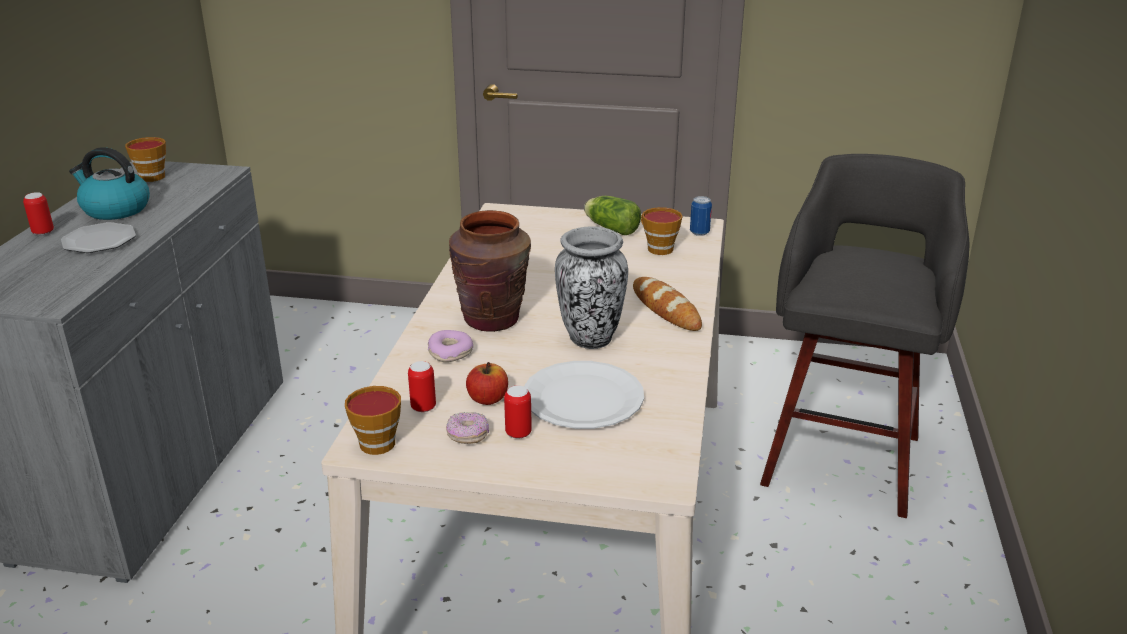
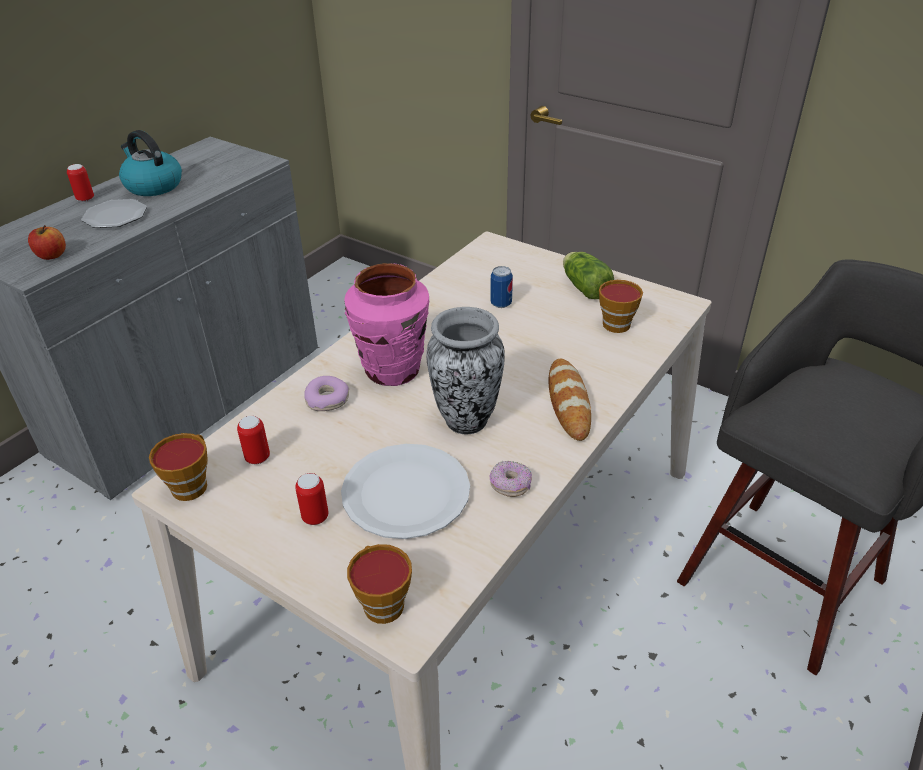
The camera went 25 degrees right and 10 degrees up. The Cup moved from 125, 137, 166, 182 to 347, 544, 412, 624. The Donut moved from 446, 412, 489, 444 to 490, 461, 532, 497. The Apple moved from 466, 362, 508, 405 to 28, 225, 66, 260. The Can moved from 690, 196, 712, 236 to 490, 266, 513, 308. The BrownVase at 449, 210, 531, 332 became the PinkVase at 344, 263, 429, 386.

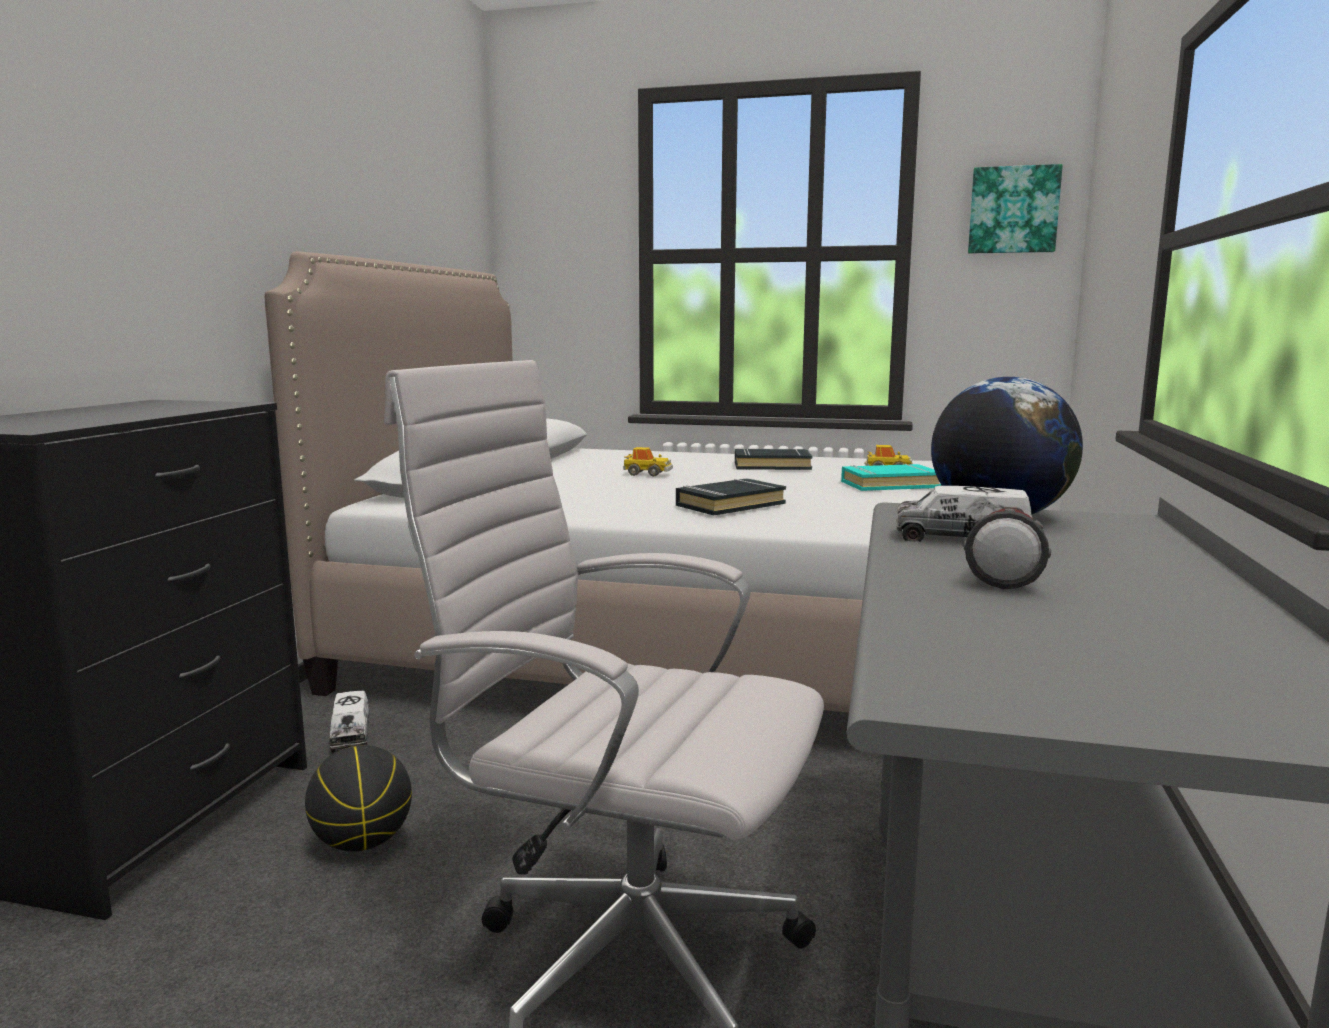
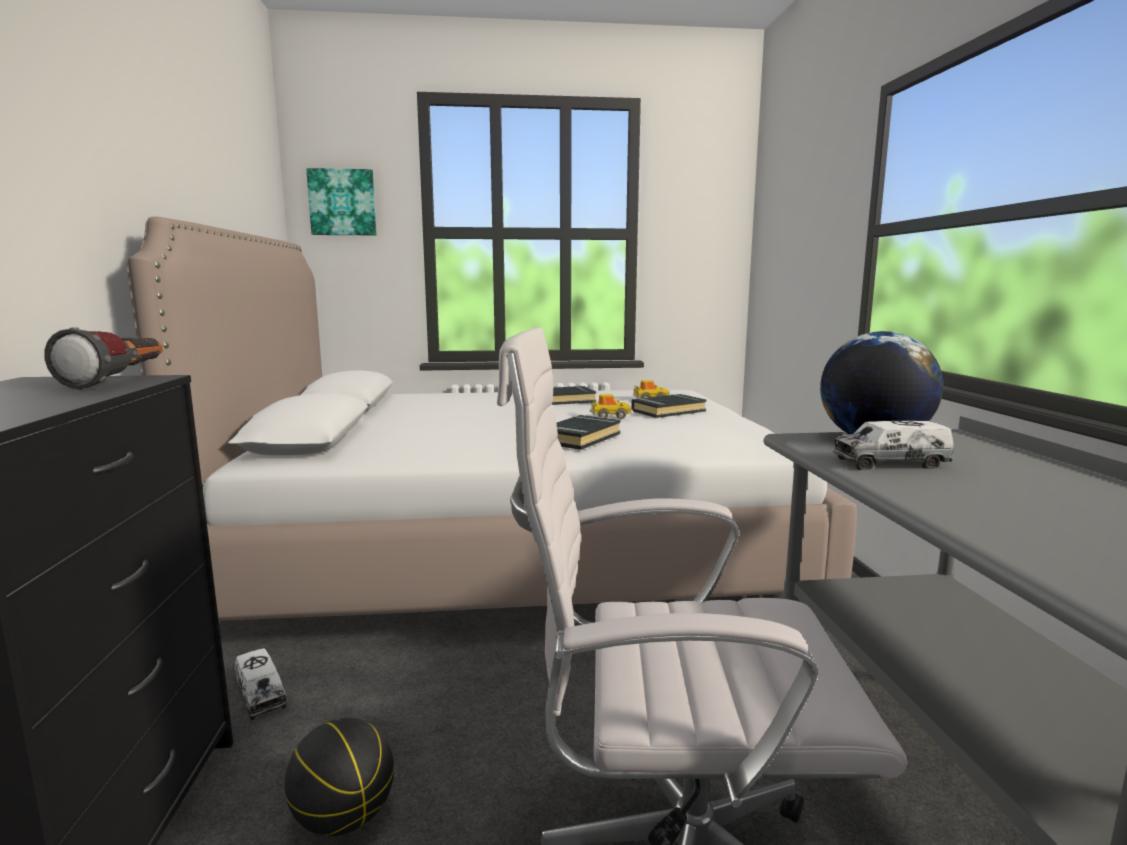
The camera went 20 degrees left and 0 degrees up. The ToyCar moved from 623, 447, 673, 477 to 590, 394, 633, 419. The Flashlight moved from 964, 507, 1051, 589 to 44, 327, 163, 390. The Picture moved from 968, 164, 1063, 254 to 306, 168, 377, 236. The TurquoiseBook at 841, 464, 941, 491 became the BlackBook at 631, 394, 707, 418.

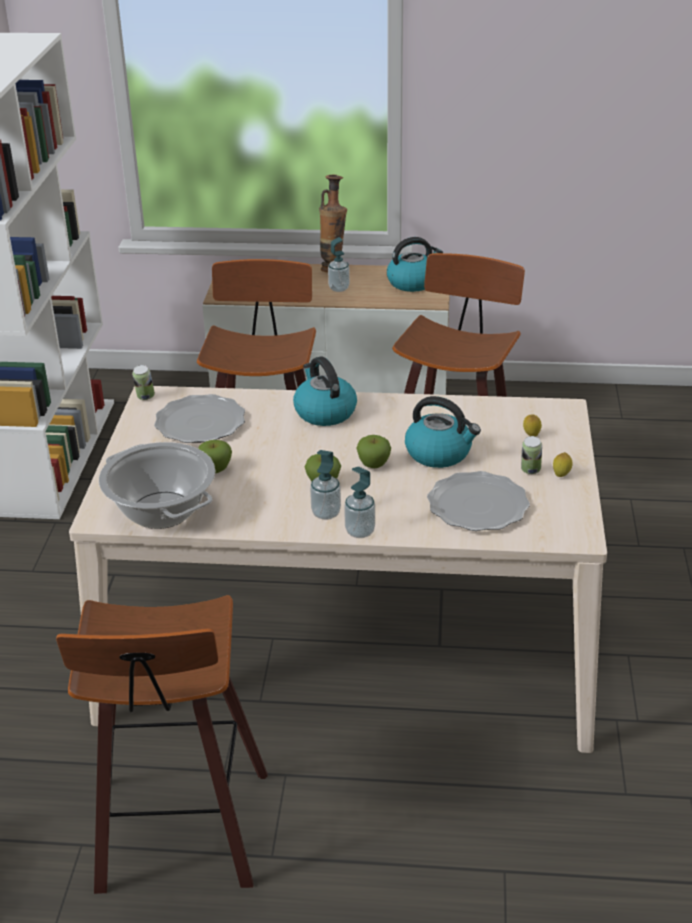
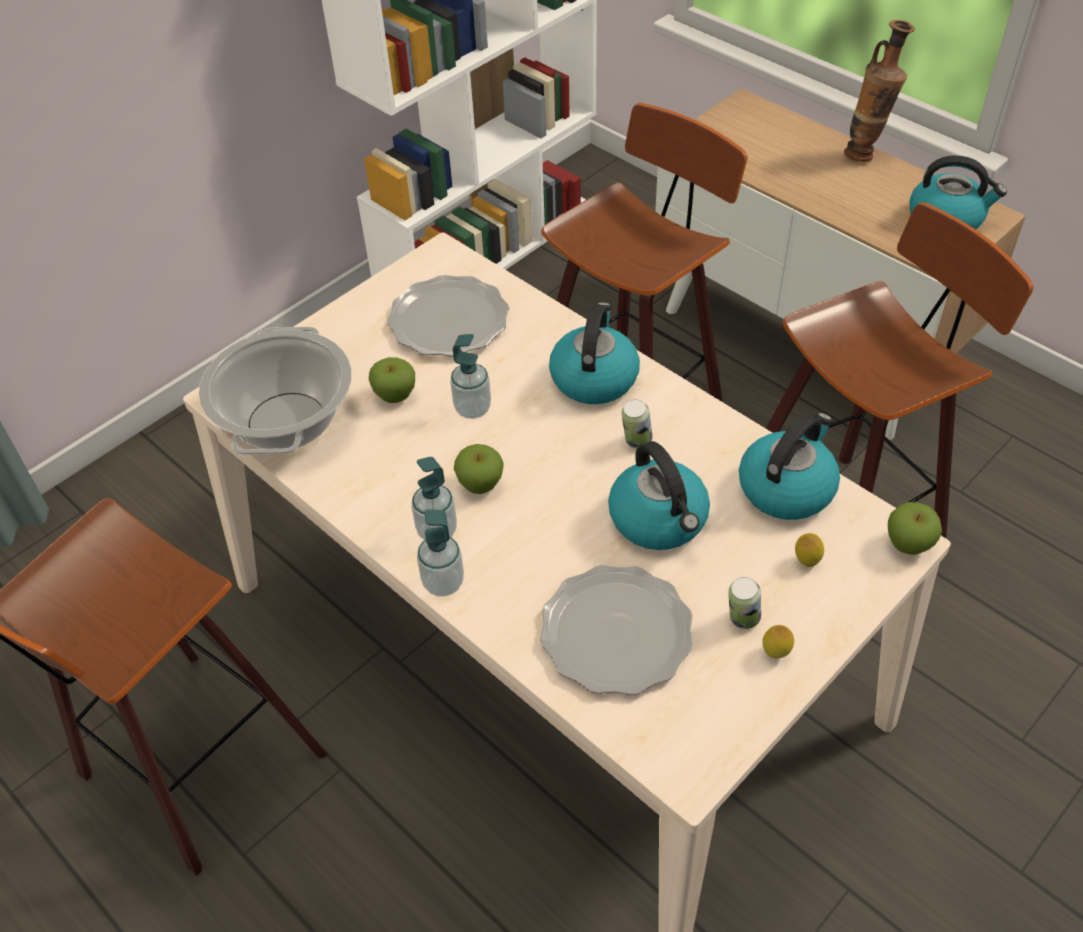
The camera went 40 degrees right and 15 degrees up. The Kettle at 739, 413, 840, 520 appeared. The Can moved from 132, 365, 155, 400 to 622, 399, 652, 448. The SoapDispenser moved from 328, 237, 350, 292 to 450, 334, 491, 419. The Apple moved from 357, 435, 391, 468 to 888, 502, 942, 555.

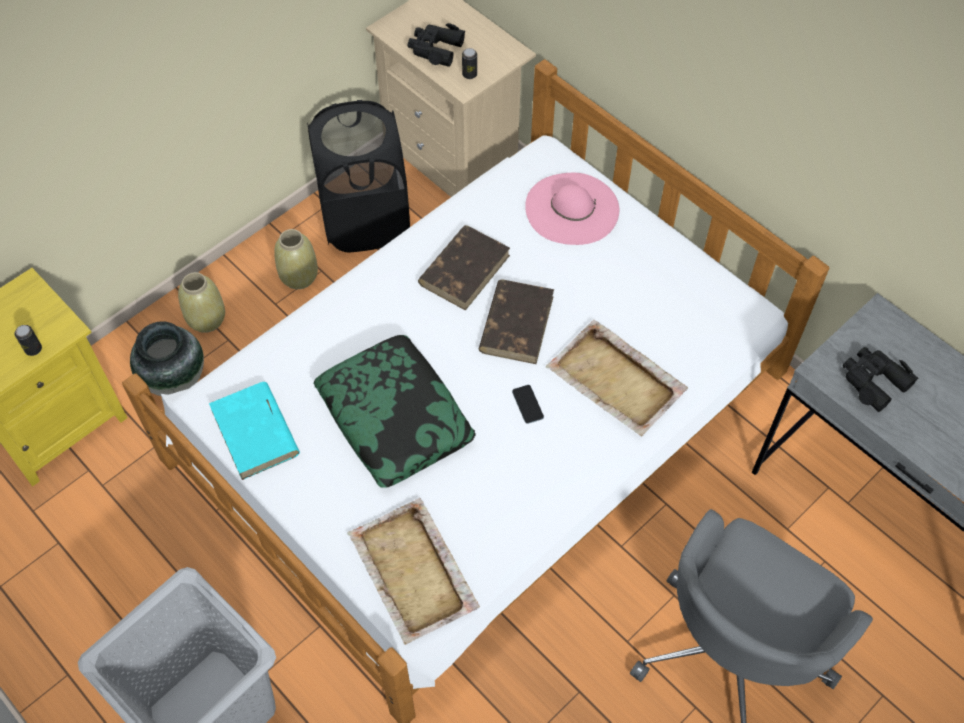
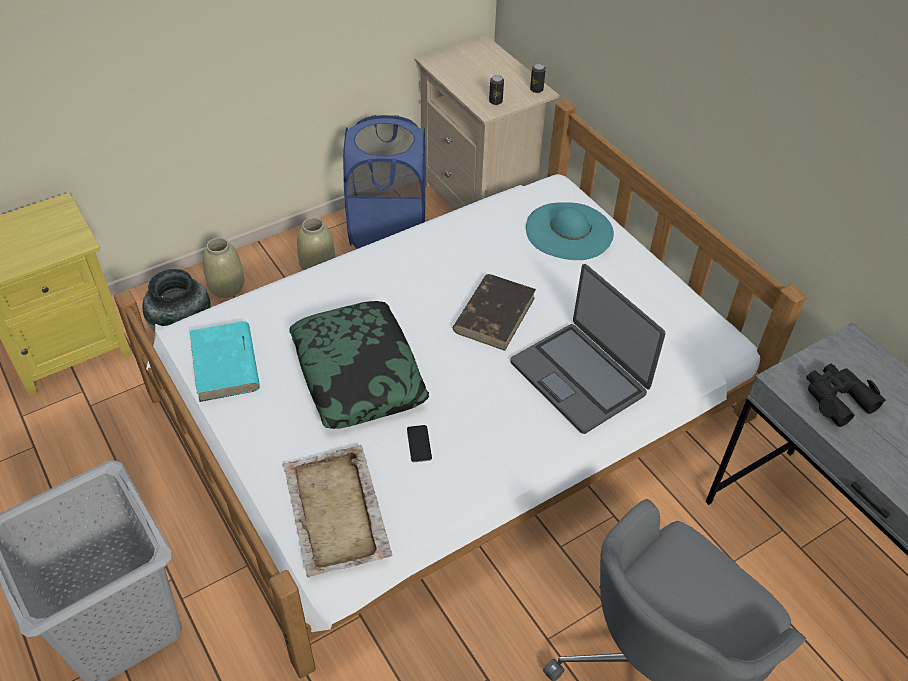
The camera went 10 degrees right and 10 degrees down. The BlackBinoculars at 407, 23, 465, 67 disappeared. The BrownBook at 418, 225, 510, 311 disappeared. The Can moved from 14, 325, 42, 356 to 530, 63, 546, 93. The Phone moved from 512, 385, 544, 424 to 407, 425, 432, 462. The BeigeTray at 546, 320, 688, 436 was replaced by the Laptop at 510, 264, 666, 434. The BlackLaundryBasket at 307, 100, 410, 252 became the BlueLaundryBasket at 343, 115, 426, 249. The PinkHat at 525, 173, 619, 245 became the TurquoiseHat at 526, 202, 614, 260.

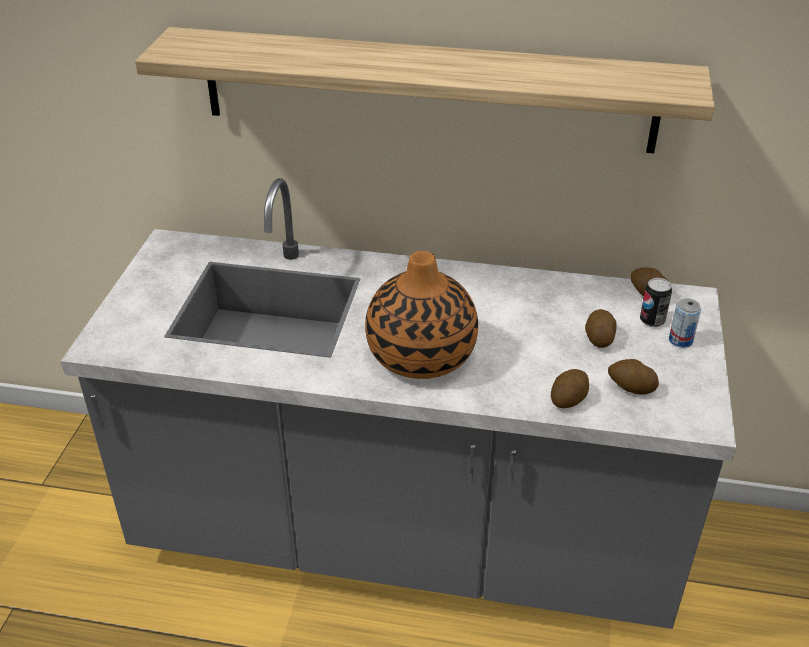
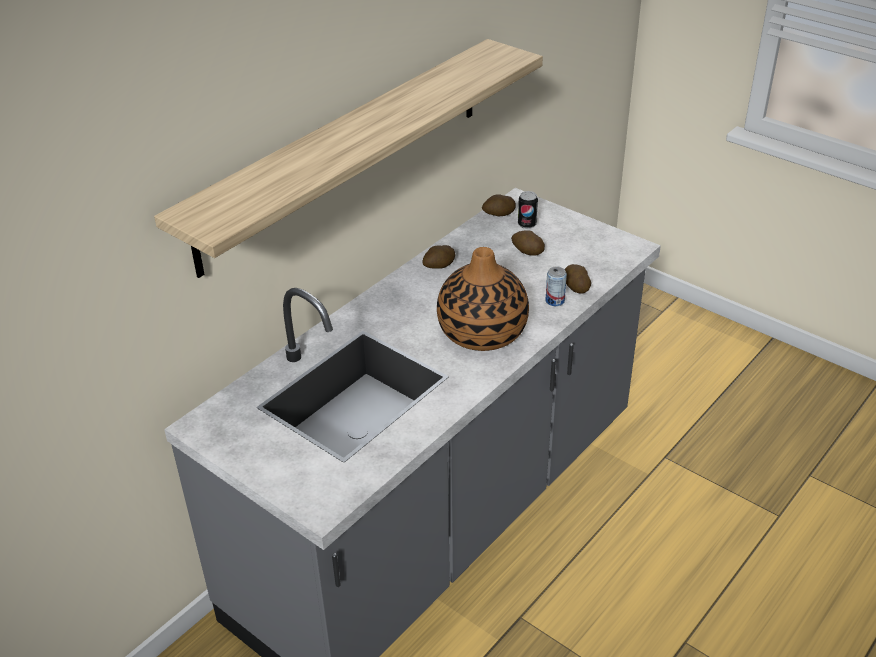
The camera went 60 degrees left and 0 degrees up. The Potato moved from 608, 359, 659, 395 to 423, 245, 455, 269. The Can moved from 669, 298, 701, 348 to 546, 266, 567, 306.

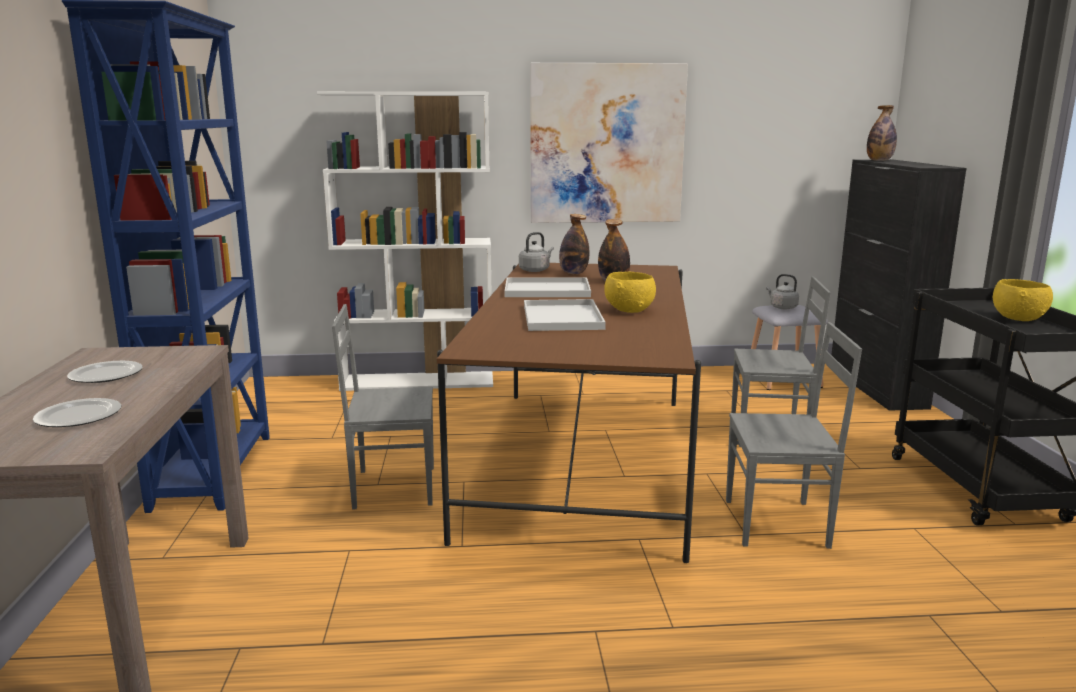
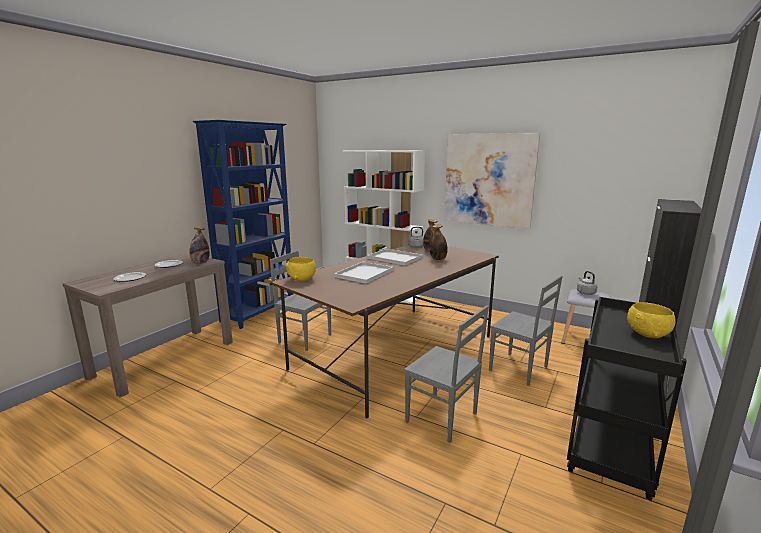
The camera went 35 degrees right and 0 degrees up. The YellowBowl moved from 604, 272, 656, 313 to 285, 257, 316, 281. The Bottle moved from 867, 105, 897, 161 to 190, 227, 210, 264.

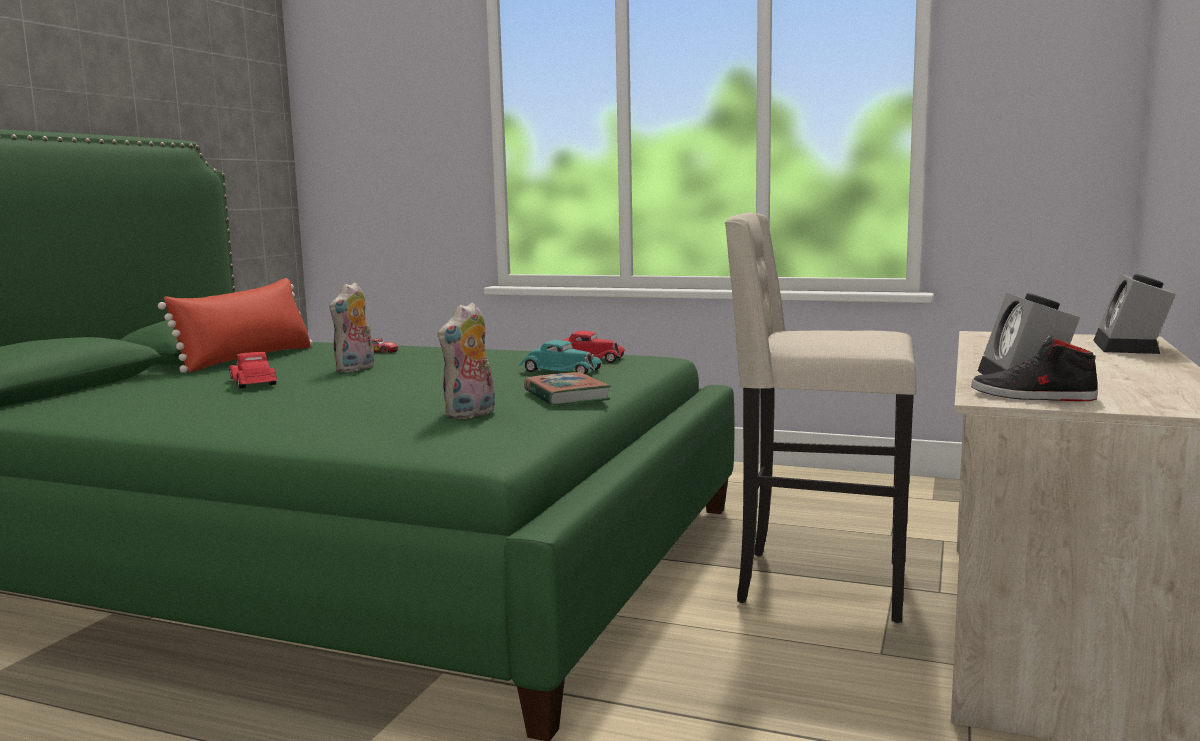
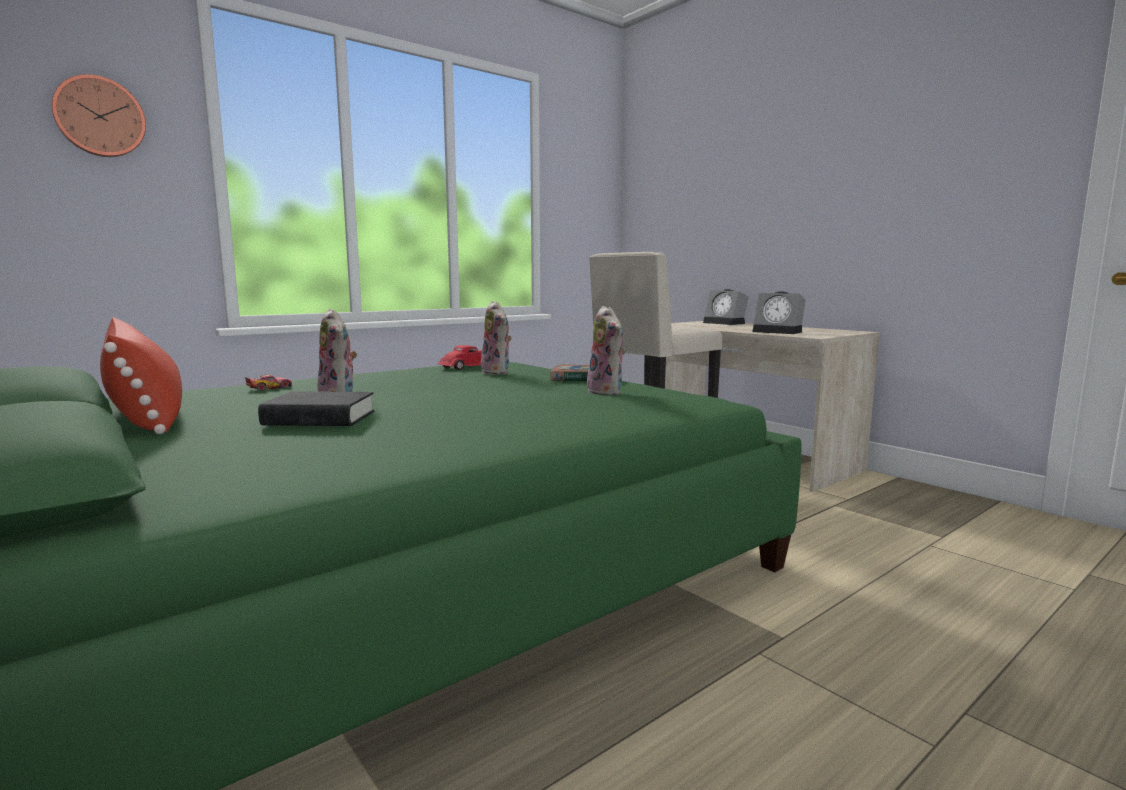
The camera went 60 degrees left and 0 degrees up. The BlackShoe at 971, 334, 1098, 401 disappeared. The WallClock at 52, 74, 146, 157 appeared. The RedToyCar at 229, 352, 277, 389 was replaced by the BlackBook at 258, 391, 374, 426. The TurquoiseToyCar at 518, 340, 602, 374 was replaced by the PlushToy at 481, 301, 512, 375.

